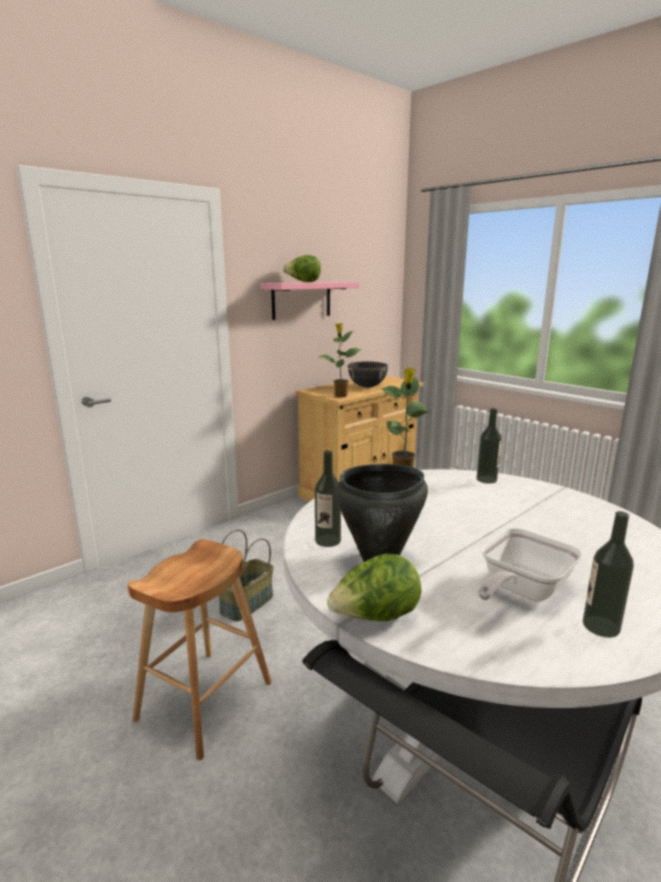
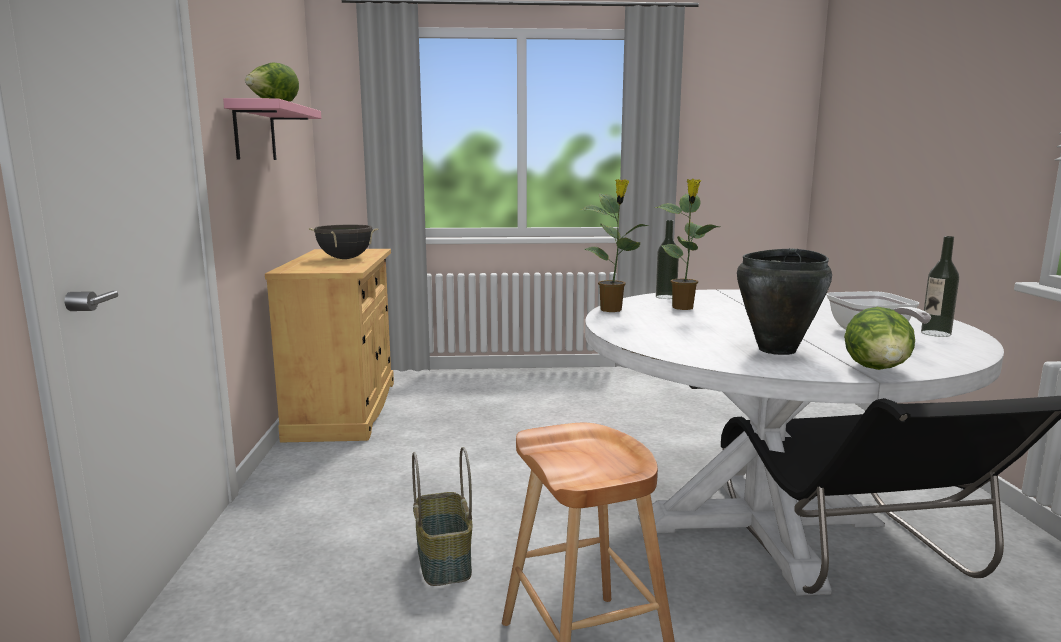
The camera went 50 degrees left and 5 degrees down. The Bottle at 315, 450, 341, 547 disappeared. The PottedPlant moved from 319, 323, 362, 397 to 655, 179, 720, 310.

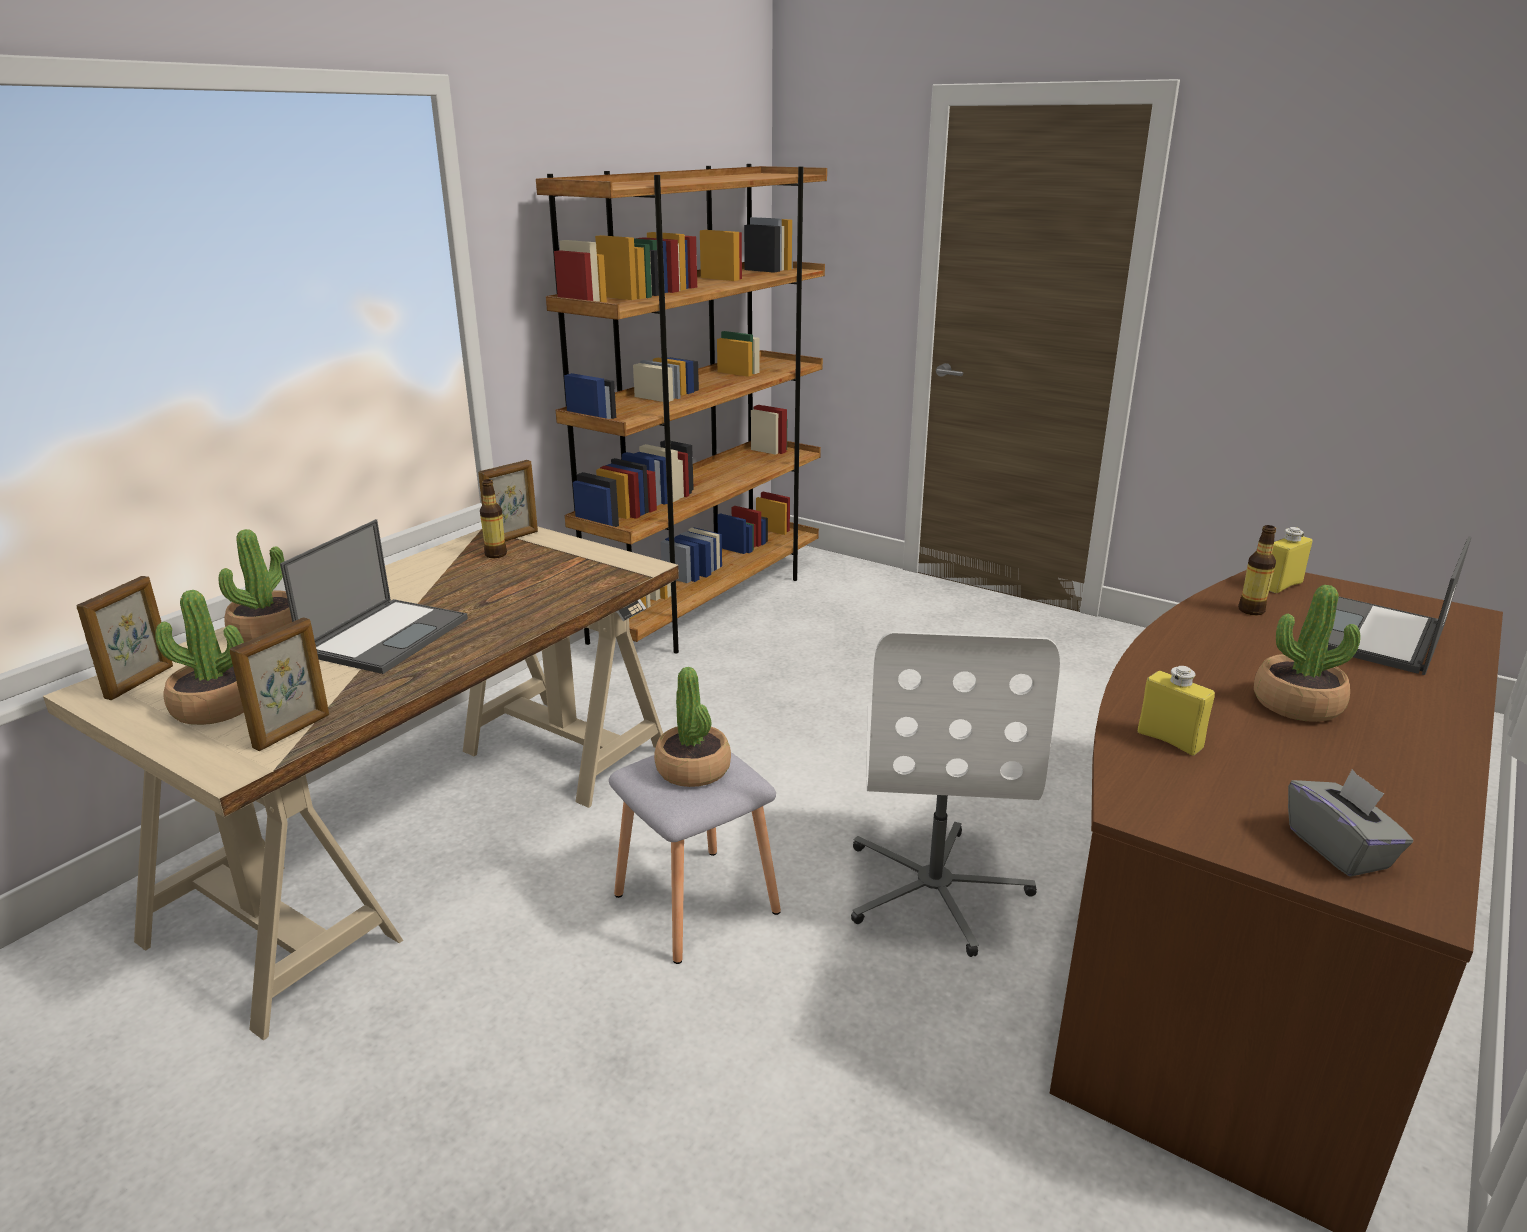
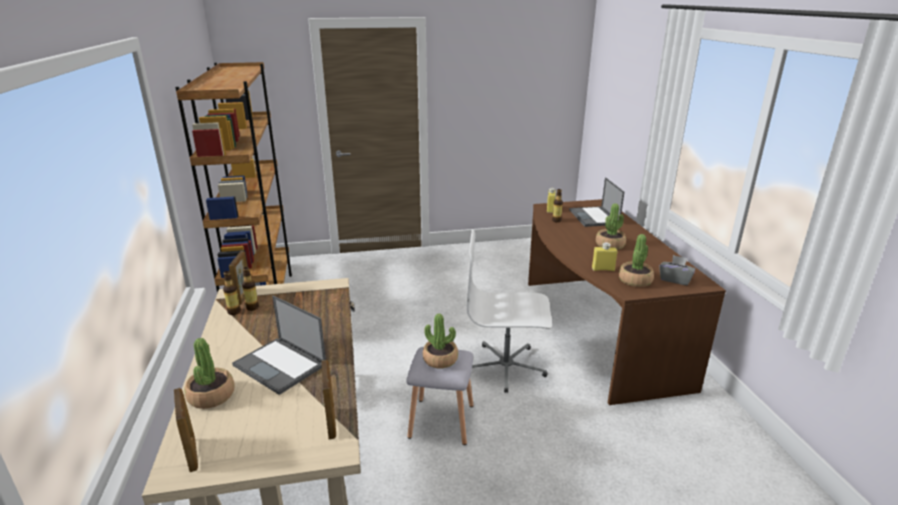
The camera went 45 degrees left and 0 degrees up. The Bottle at 223, 271, 241, 315 appeared. The PottedPlant moved from 155, 590, 244, 725 to 619, 234, 654, 287. The Laptop at 280, 519, 468, 674 turned 150 degrees clockwise. The WhiteOfficeChair at 851, 632, 1060, 957 turned 135 degrees clockwise.

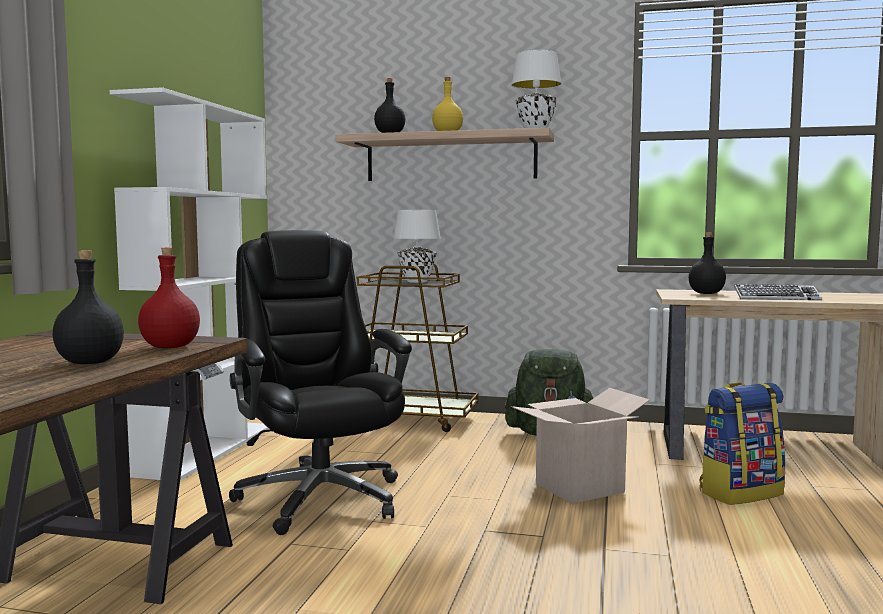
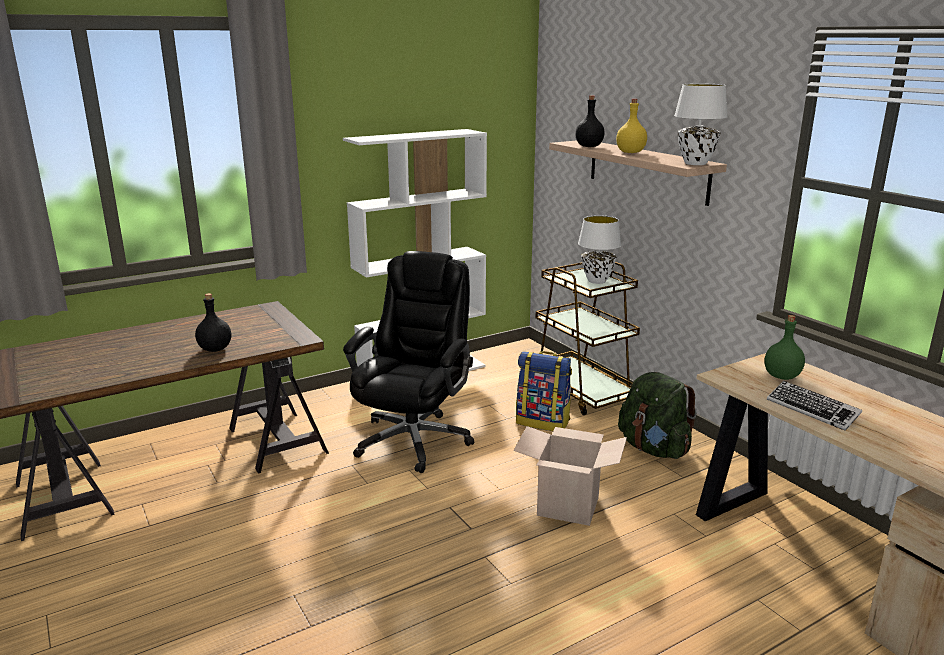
The camera went 45 degrees right and 15 degrees up. The RedBottle at 138, 248, 200, 348 disappeared. The Backpack moved from 700, 382, 785, 505 to 516, 351, 572, 431. The BlackBottle at 689, 232, 726, 294 became the GreenBottle at 764, 315, 805, 380.

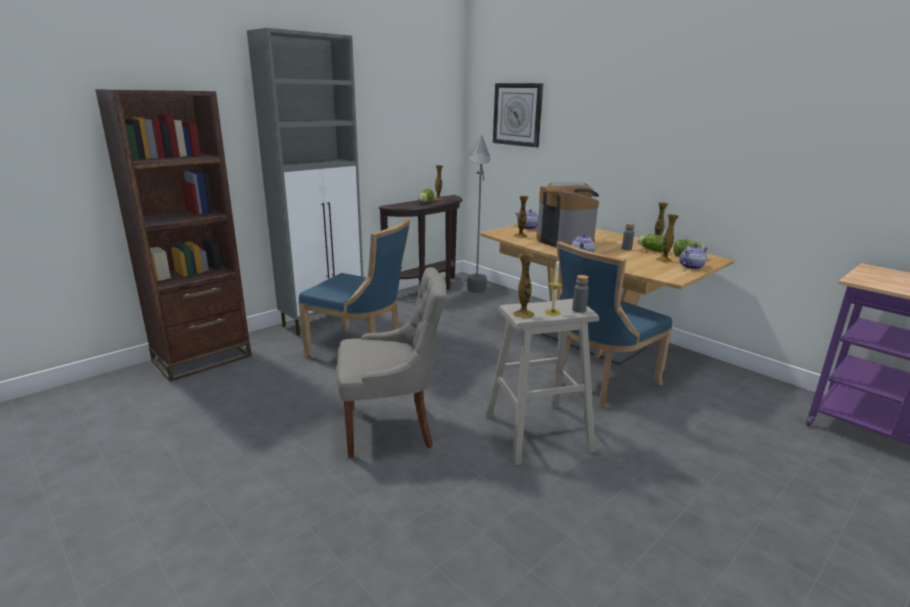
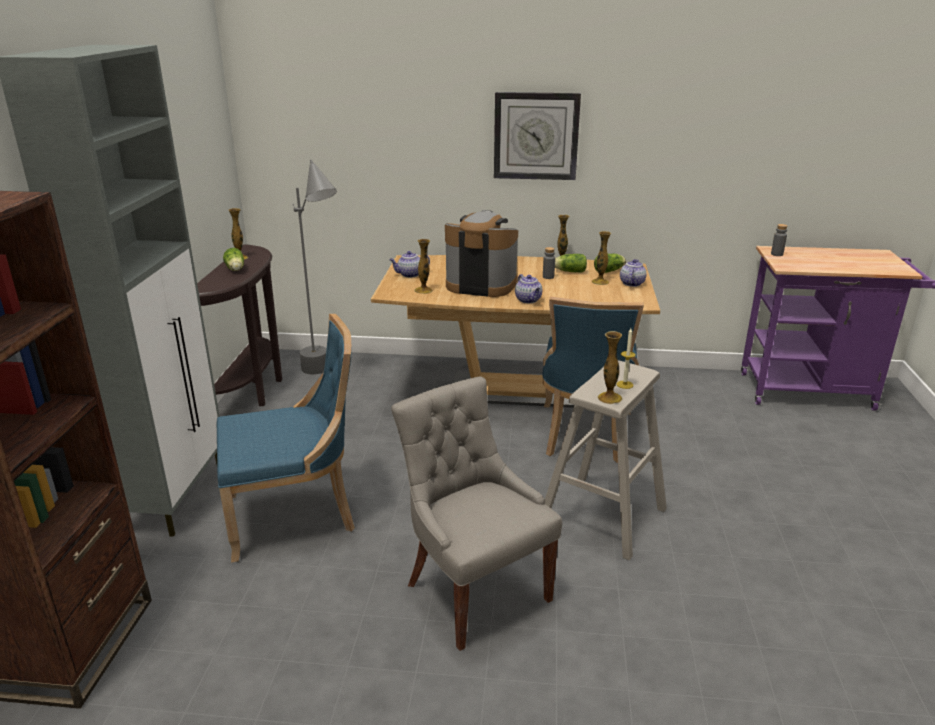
The camera went 40 degrees left and 5 degrees up. The WallClock moved from 493, 83, 543, 148 to 494, 92, 581, 180. The GreyBottle moved from 572, 275, 589, 313 to 771, 224, 787, 256. The GreyChair at 337, 267, 446, 458 turned 75 degrees counterclockwise.

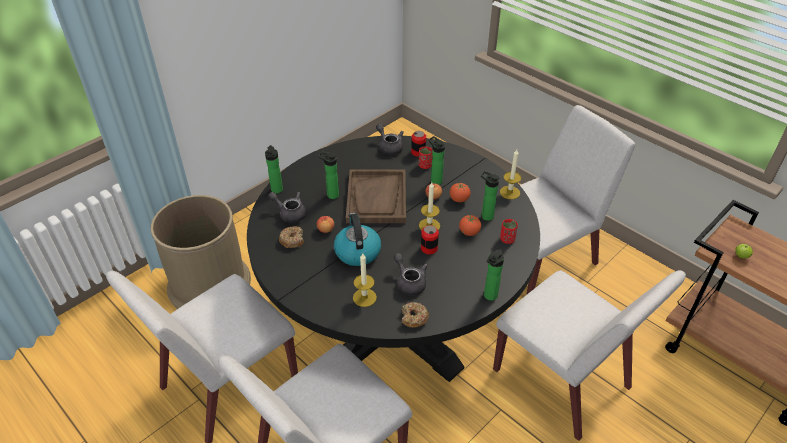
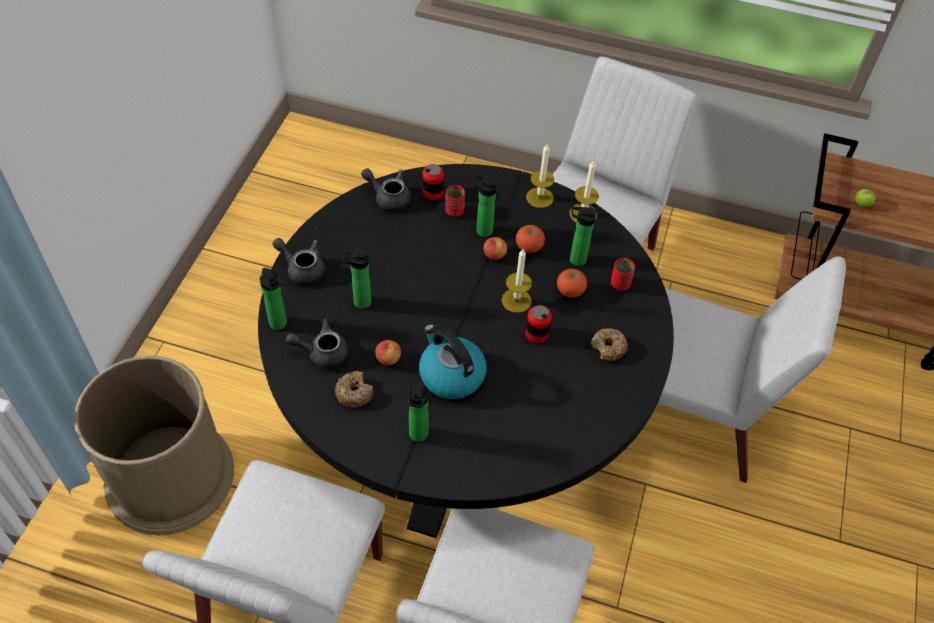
The camera went 30 degrees left and 10 degrees up. The BrownTray at 346, 170, 406, 223 disappeared. The Candle moved from 353, 254, 377, 307 to 526, 143, 554, 208. The GreyTeapot moved from 394, 253, 428, 296 to 272, 238, 325, 285. The Donut moved from 402, 302, 429, 328 to 591, 328, 628, 361. The Bottle moved from 484, 249, 504, 301 to 408, 380, 429, 442.

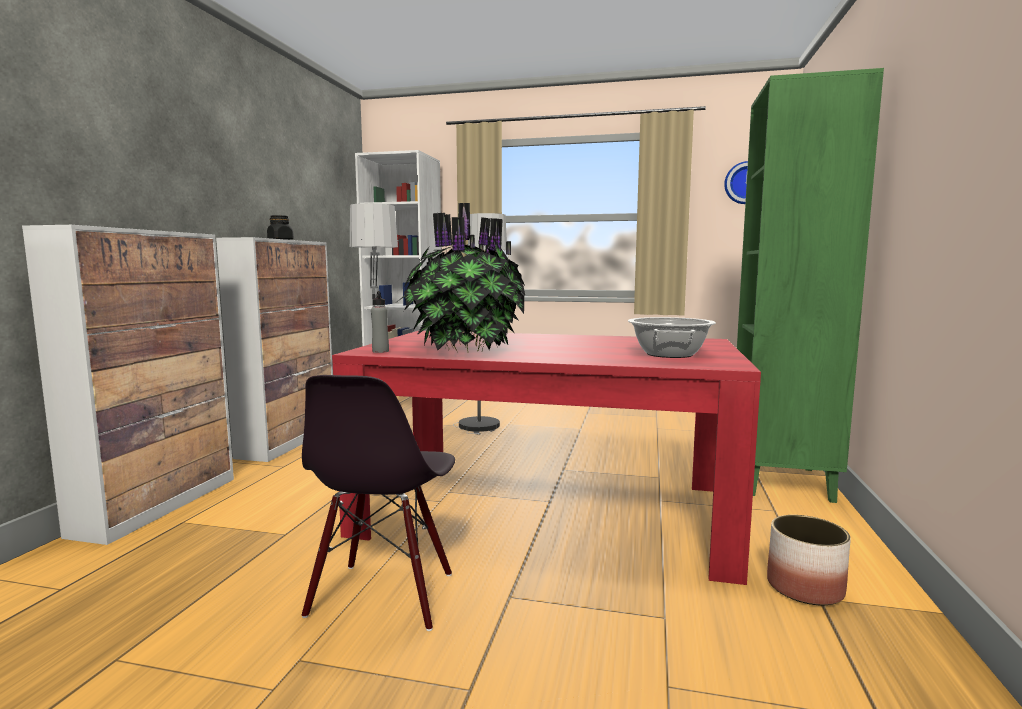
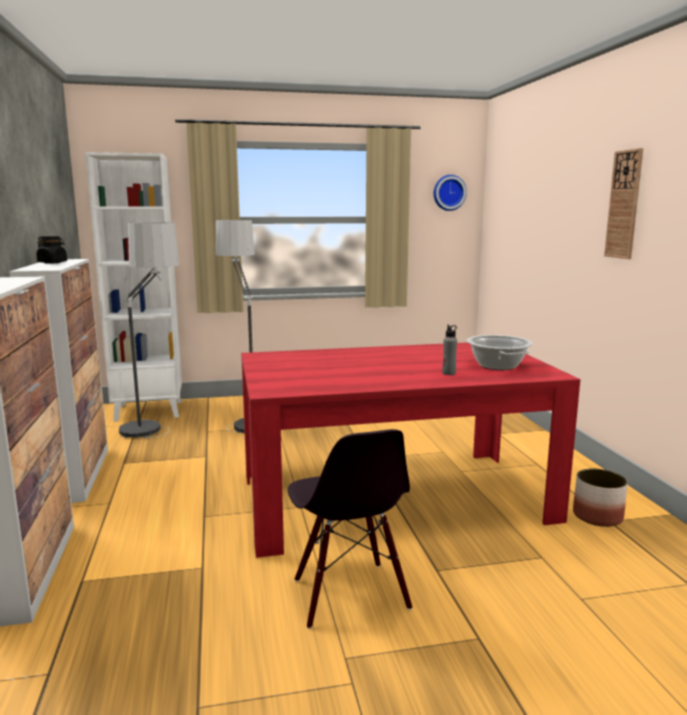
The camera went 25 degrees left and 5 degrees up. The PottedPlant at 398, 203, 525, 353 disappeared. The GreenBookcase at 737, 68, 884, 503 disappeared. The WallClock at 604, 148, 643, 259 appeared. The GreyBottle moved from 371, 291, 389, 353 to 442, 324, 457, 375.

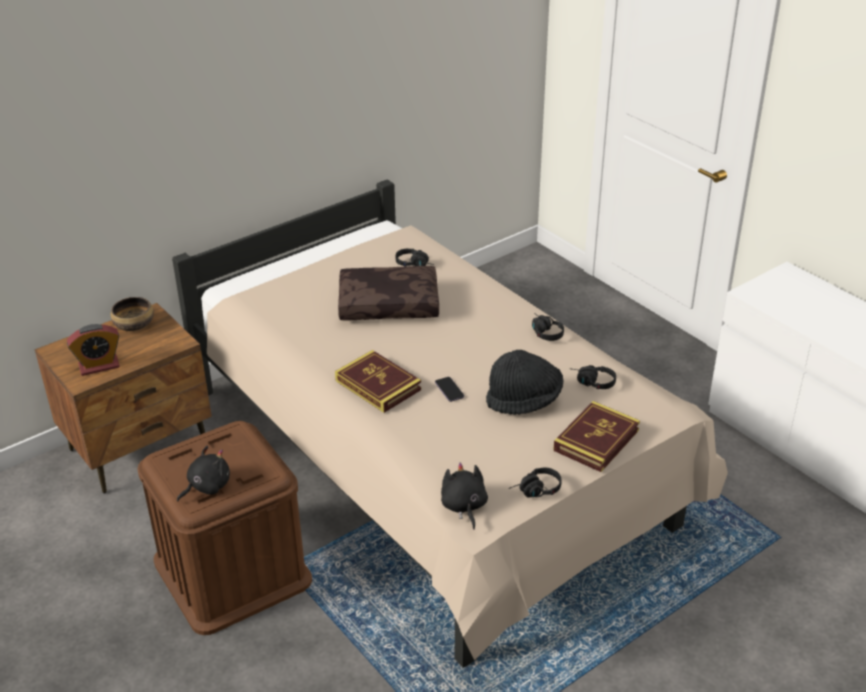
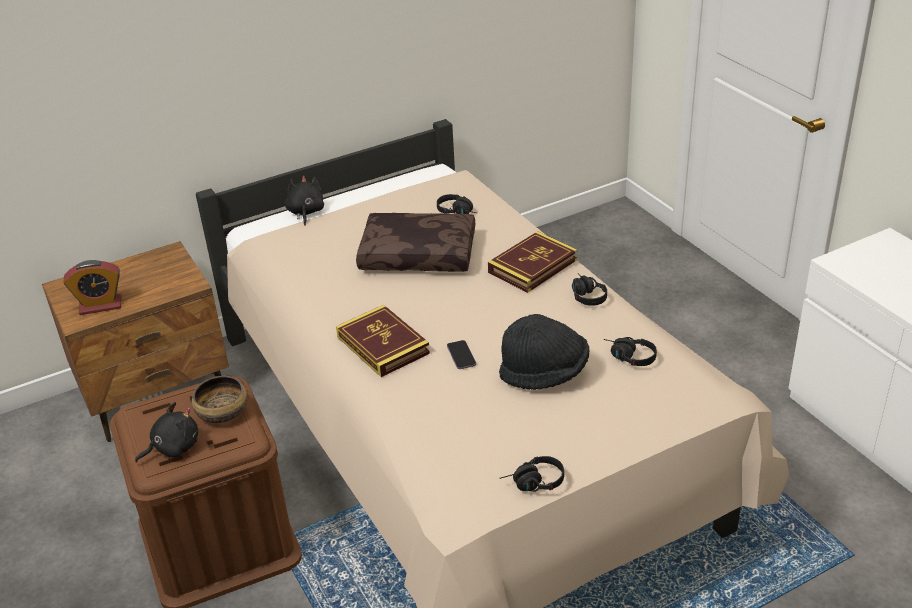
The camera went 10 degrees right and 0 degrees up. The Bowl moved from 111, 297, 154, 331 to 192, 376, 248, 423. The BlackPlushToy moved from 441, 463, 488, 530 to 285, 175, 324, 226. The Book moved from 553, 401, 640, 472 to 488, 231, 577, 293.

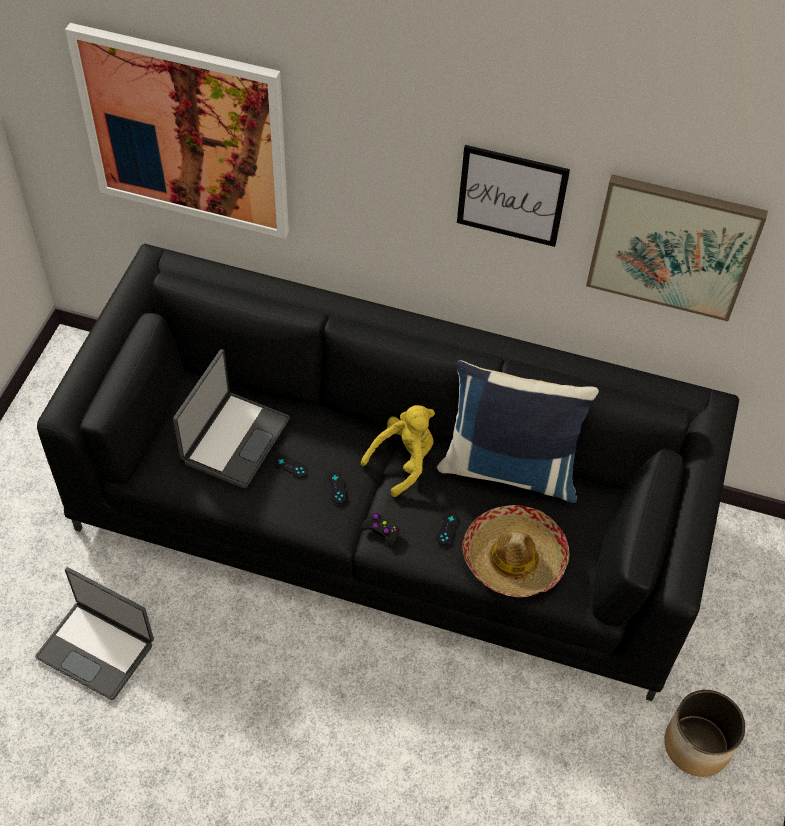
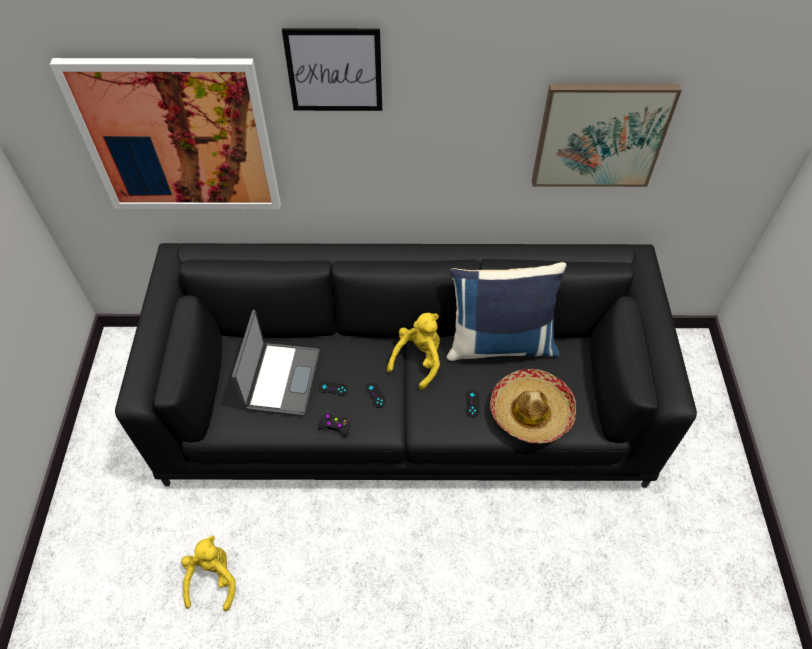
The camera went 15 degrees left and 0 degrees up. The Planter at 664, 690, 745, 777 disappeared. The BlackGameController moved from 361, 512, 400, 547 to 318, 413, 350, 437. The Picture moved from 457, 145, 570, 247 to 282, 28, 382, 111. The Laptop at 35, 567, 154, 700 was replaced by the YellowPlushToy at 181, 535, 236, 611.

